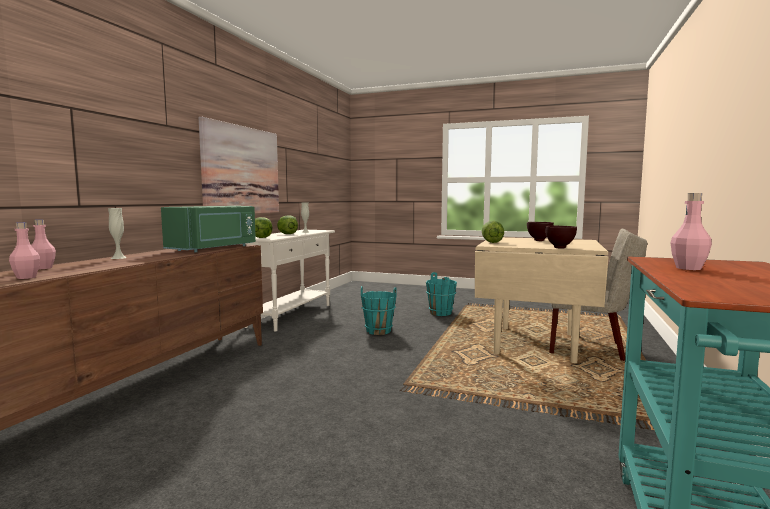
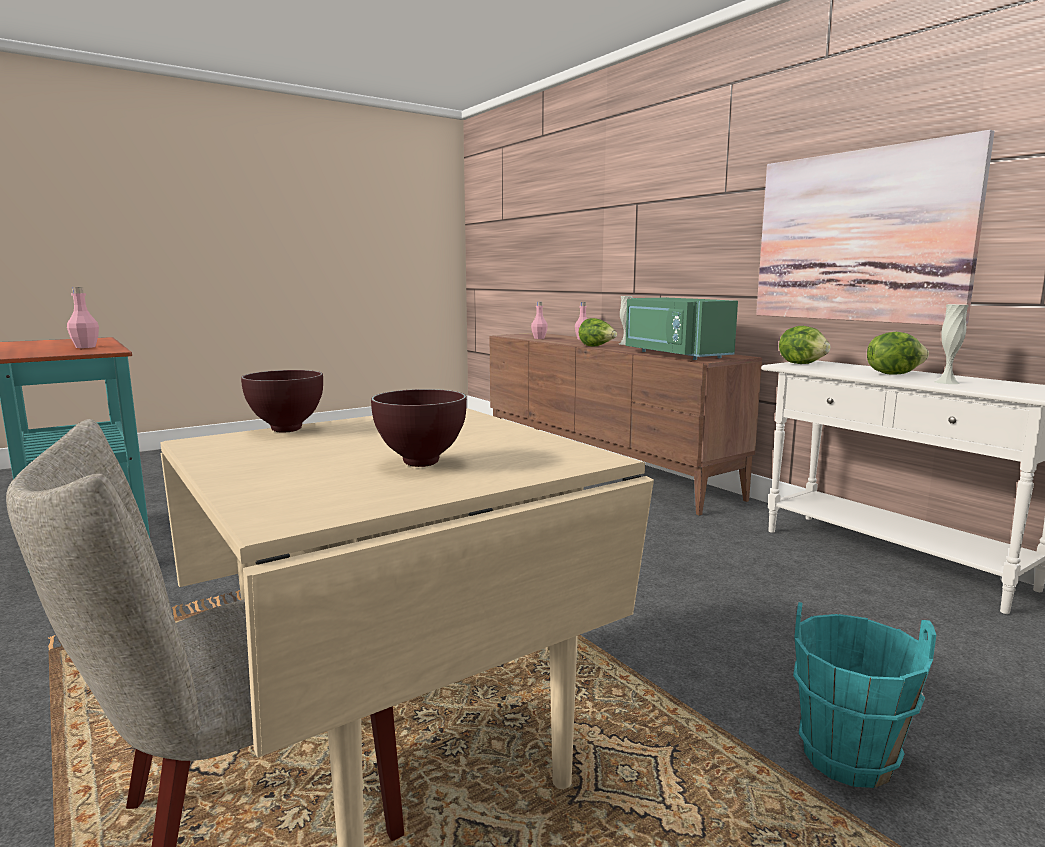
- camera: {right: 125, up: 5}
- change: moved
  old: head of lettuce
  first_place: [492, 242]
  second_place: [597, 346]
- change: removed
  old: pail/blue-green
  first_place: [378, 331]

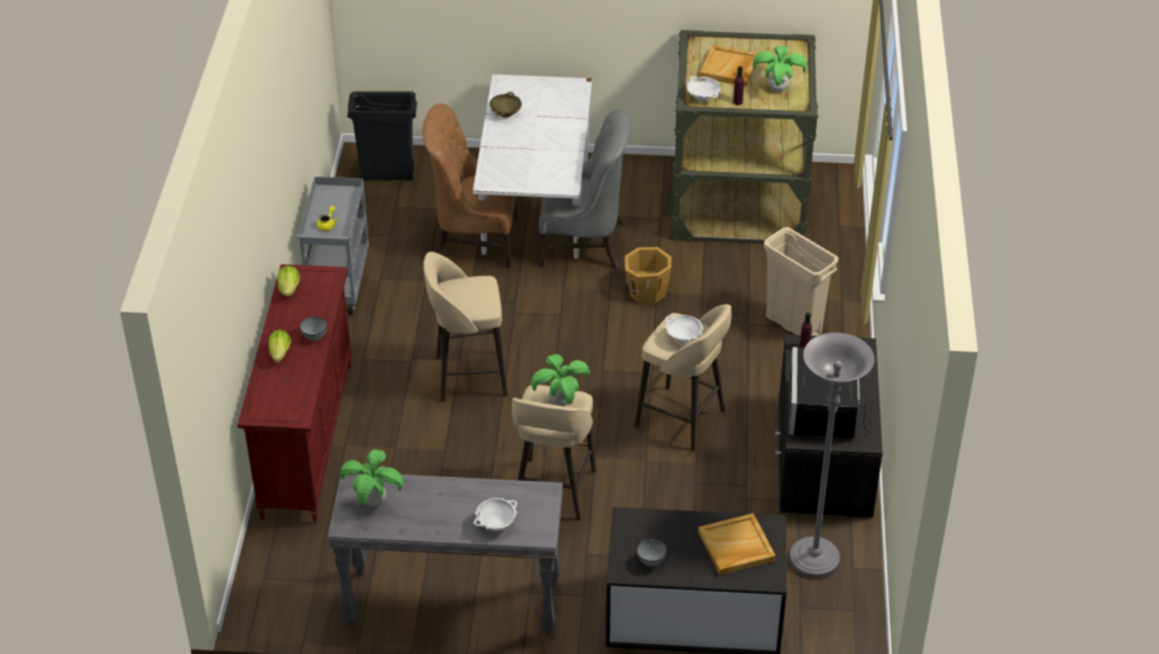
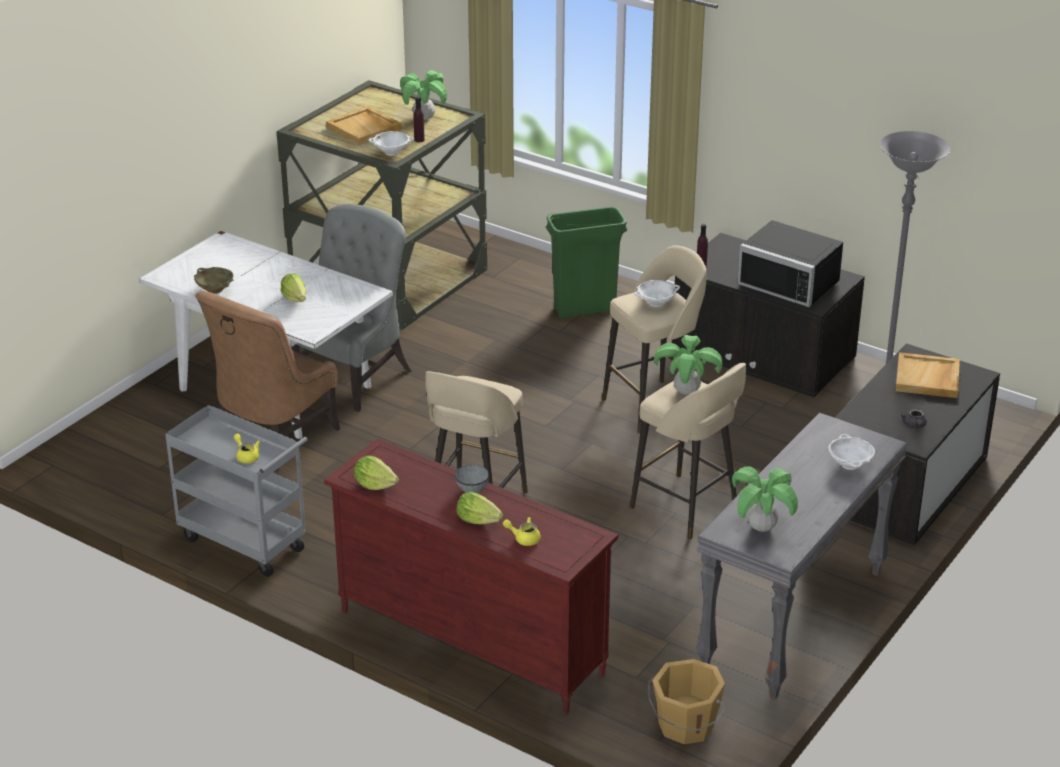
- camera: {right: -60, up: -10}
- change: removed
  old: rubbish bin/blackish
  first_place: [388, 175]
- change: recoloured
  old: rubbish bin/beige-coloured
  new: rubbish bin/green
  first_place: [794, 325]
  second_place: [585, 309]
- change: moved
  old: pail/orangey
  first_place: [646, 291]
  second_place: [685, 726]
- change: replaced
  old: serving bowl/greyish
  new: pot for tea/greyish
  first_place: [651, 561]
  second_place: [914, 426]
- change: added
  new: head of lettuce
  second_place: [295, 298]
- change: added
  new: pot for tea/yellowish
  second_place: [523, 538]

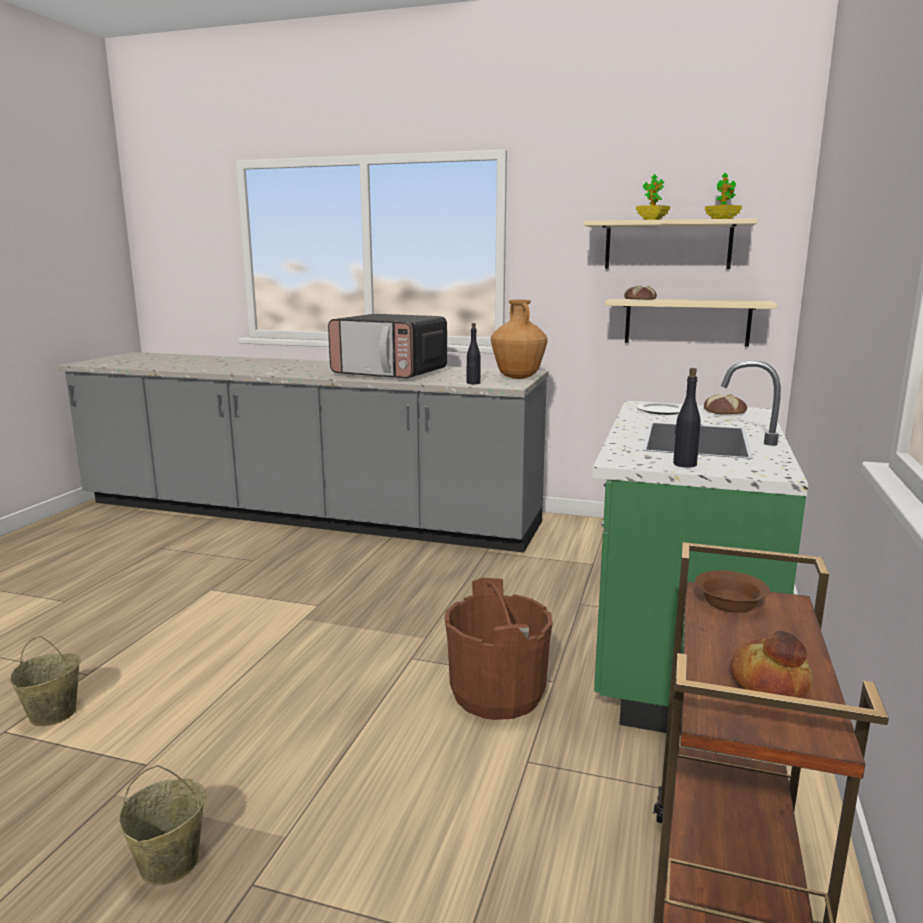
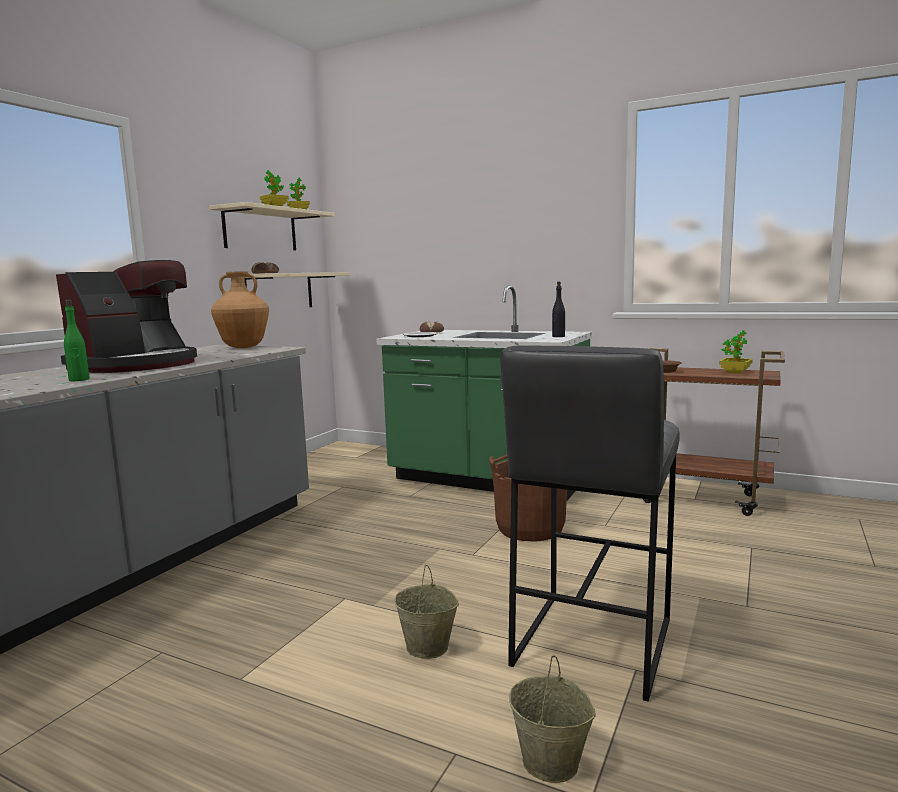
- camera: {right: -80, up: -5}
- change: replaced
  old: microwave
  new: coffee maker
  first_place: [390, 373]
  second_place: [137, 365]
- change: removed
  old: drink bottle/blackish
  first_place: [473, 383]
- change: replaced
  old: baked bread
  new: potted plant
  first_place: [770, 683]
  second_place: [735, 372]
- change: moved
  old: pail/beige-coloured
  first_place: [168, 864]
  second_place: [428, 647]
- change: added
  new: drink bottle/green
  second_place: [79, 380]
- change: added
  new: sitting stool/greyish
  second_place: [592, 643]

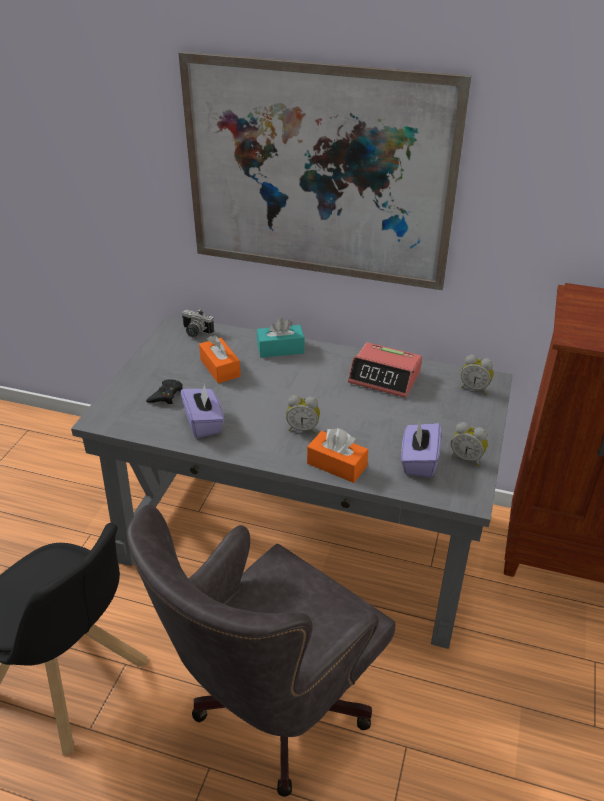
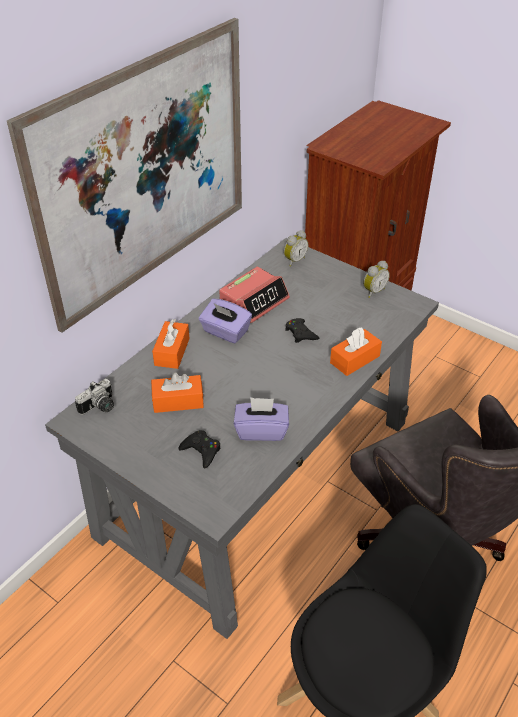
- camera: {right: -70, up: 5}
- change: recoloured
  old: box of tissues/blue-green
  new: box of tissues/orangey
  first_place: [280, 349]
  second_place: [172, 352]
- change: removed
  old: table clock
  first_place: [303, 428]
- change: moved
  old: box of tissues/purple-coloured
  first_place: [418, 461]
  second_place: [225, 332]
- change: added
  new: joypad/blackish
  second_place: [300, 333]

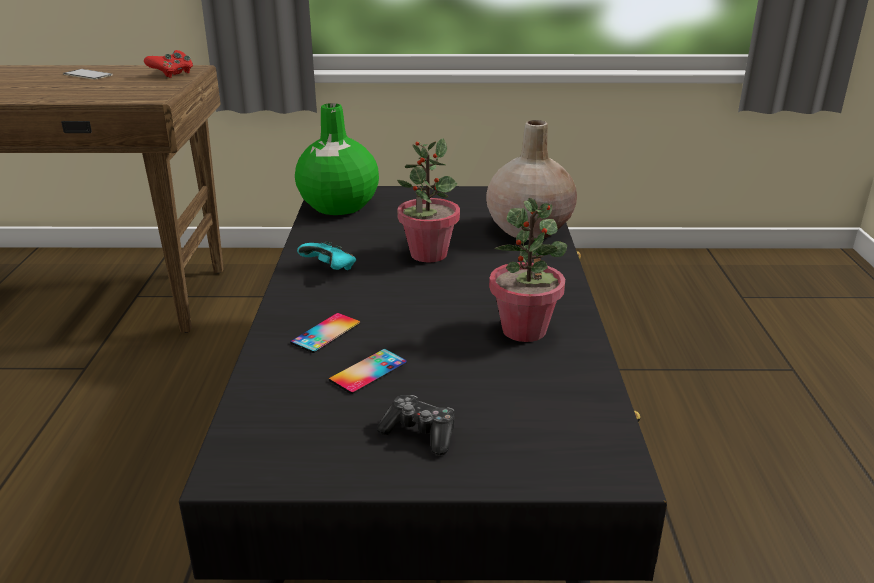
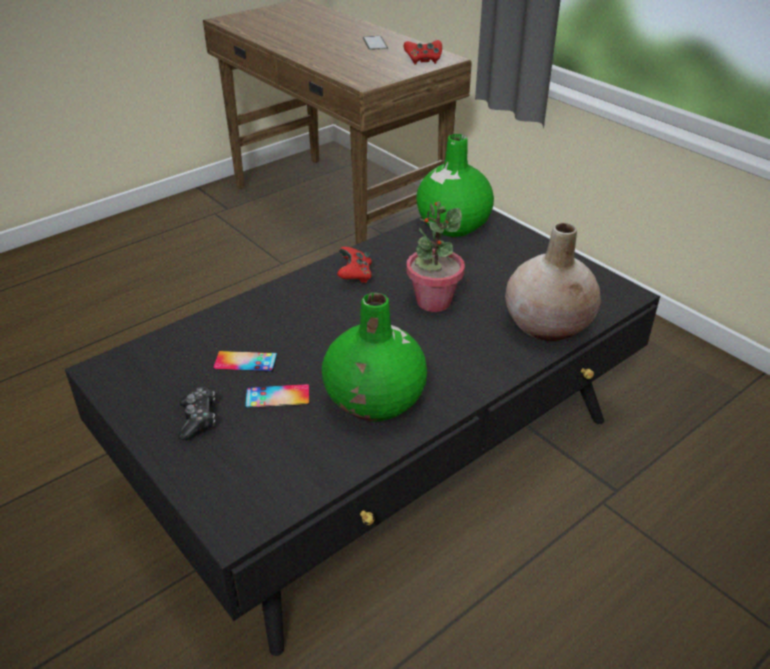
- camera: {right: 50, up: 10}
- change: replaced
  old: potted plant
  new: decorative vase/green
  first_place: [524, 330]
  second_place: [375, 401]
- change: recoloured
  old: joypad/blue-green
  new: joypad/red-coloured
  first_place: [330, 269]
  second_place: [355, 275]
- change: moved
  old: phone
  first_place: [326, 333]
  second_place: [277, 396]

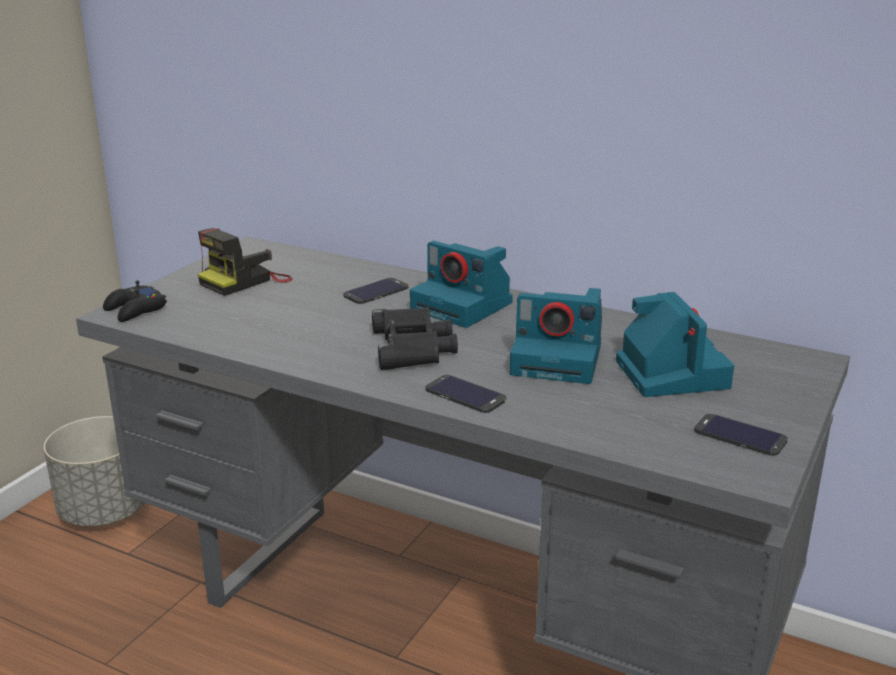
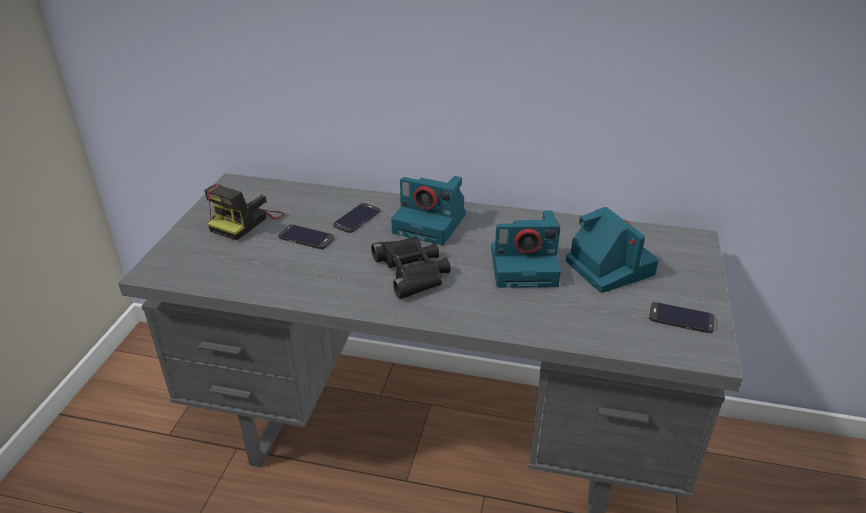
- camera: {right: -15, up: 10}
- change: removed
  old: joypad/blackish
  first_place: [135, 310]
- change: moved
  old: phone
  first_place: [465, 395]
  second_place: [306, 237]
- change: removed
  old: flower pot/greyish
  first_place: [104, 511]

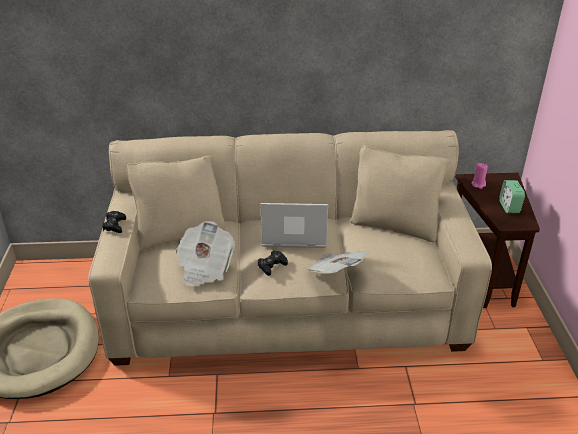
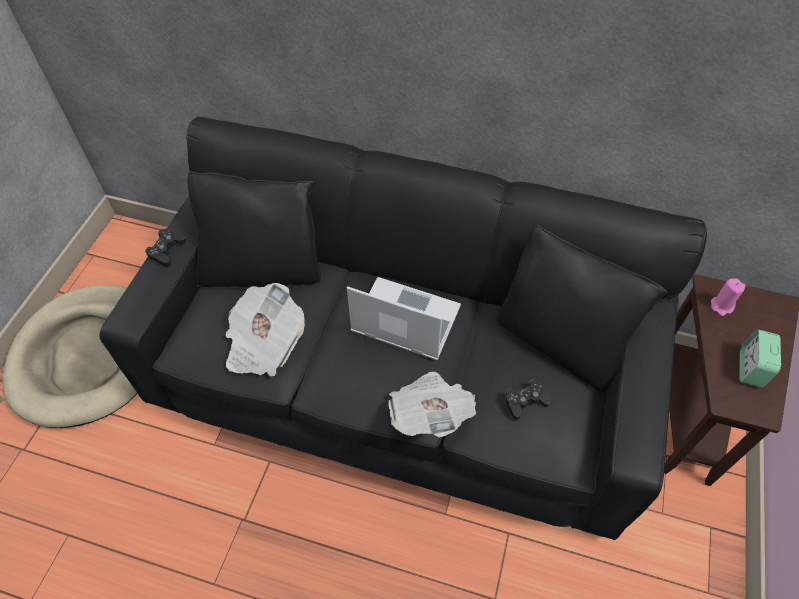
- camera: {right: 20, up: 20}
- change: recoloured
  old: couch/beige-coloured
  new: couch/blackish
  first_place: [288, 305]
  second_place: [399, 381]
- change: moved
  old: joypad/blackish
  first_place: [272, 266]
  second_place: [525, 401]

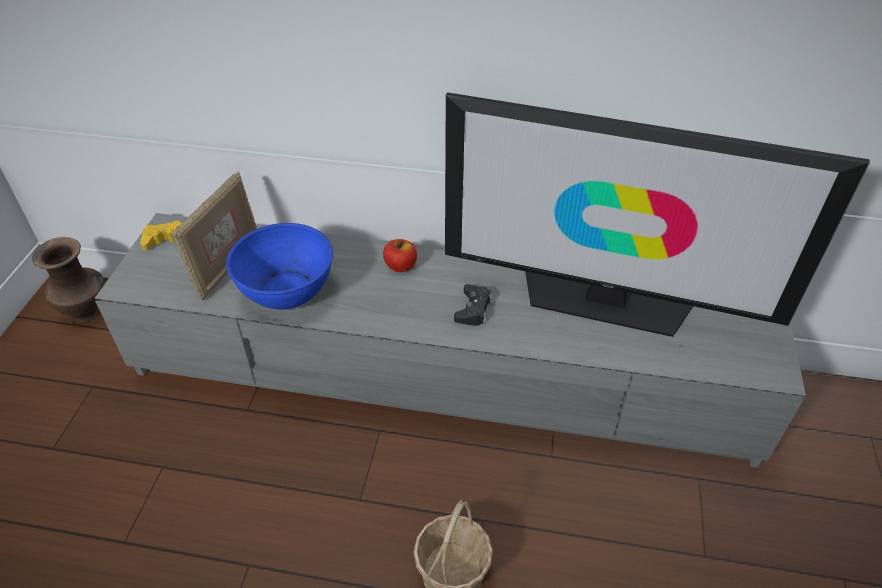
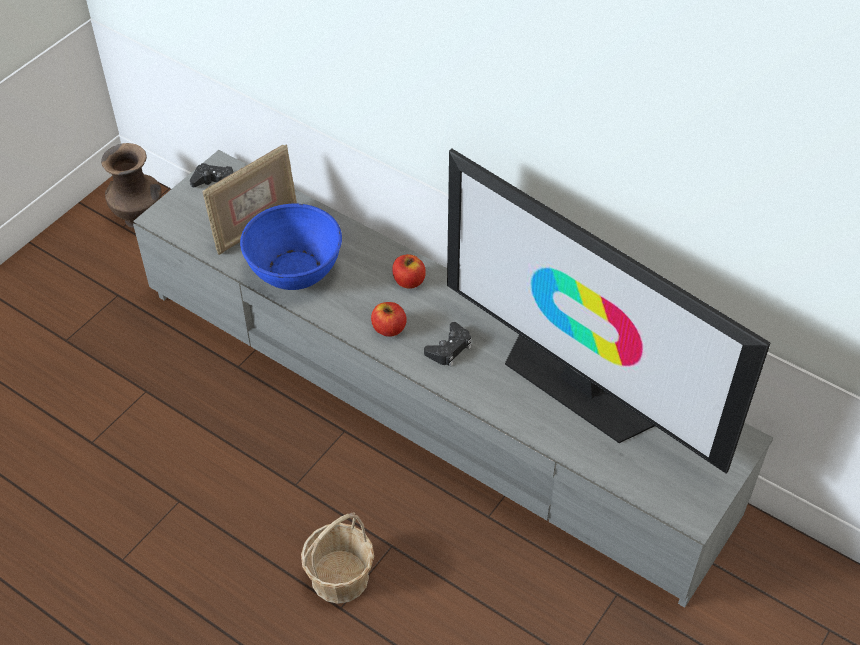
- camera: {right: 25, up: 5}
- change: recoloured
  old: joypad/yellowish
  new: joypad/blackish
  first_place: [166, 240]
  second_place: [214, 182]
- change: added
  new: apple fruit
  second_place: [389, 328]

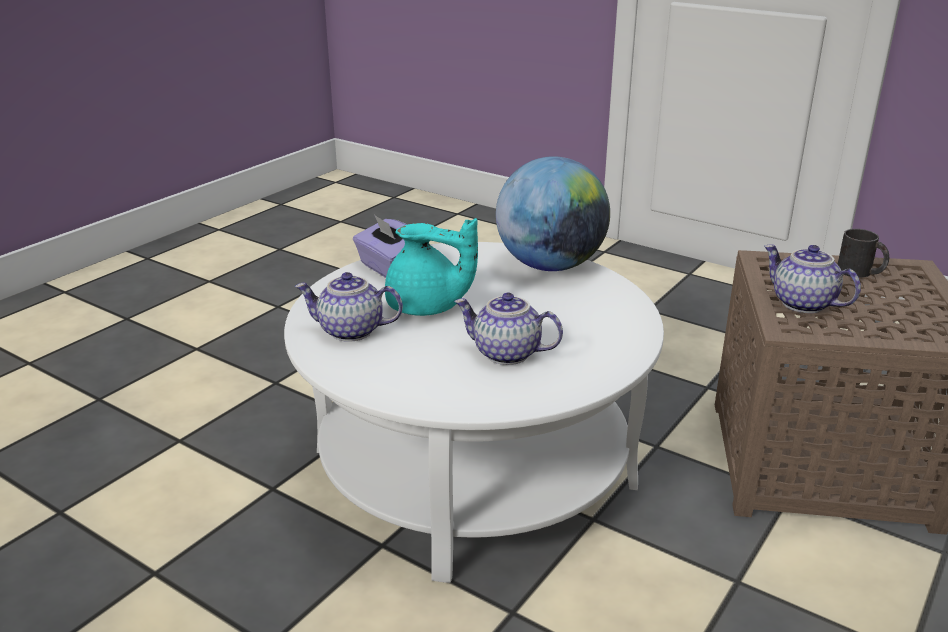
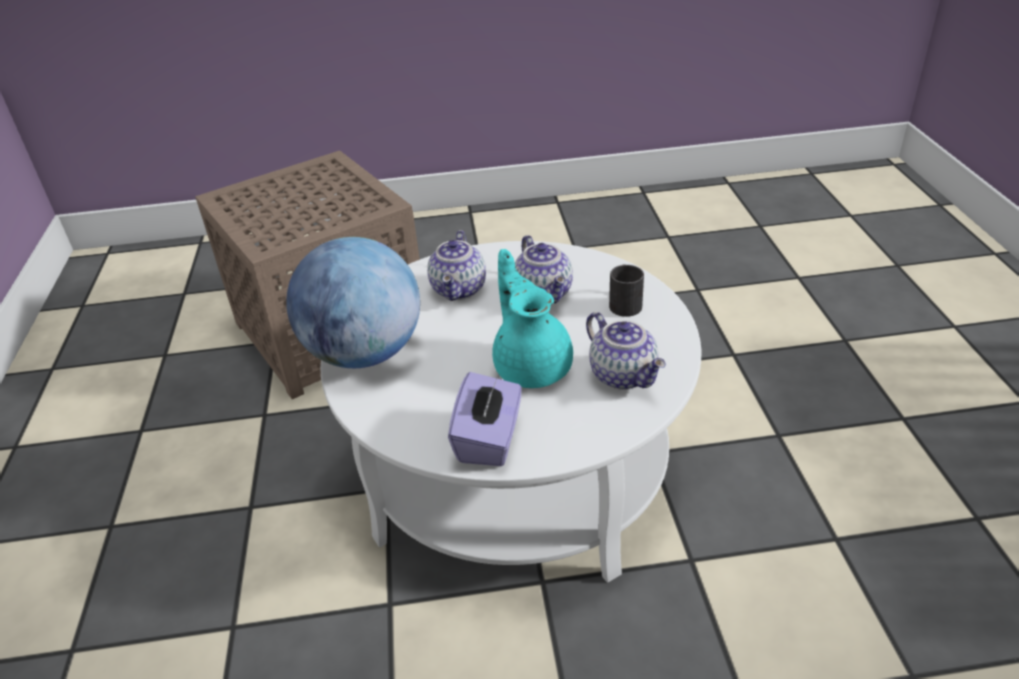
- camera: {right: -130, up: 10}
- change: moved
  old: mug/blackish
  first_place: [860, 272]
  second_place: [624, 302]
- change: moved
  old: pot for tea
  first_place: [801, 304]
  second_place: [460, 290]

